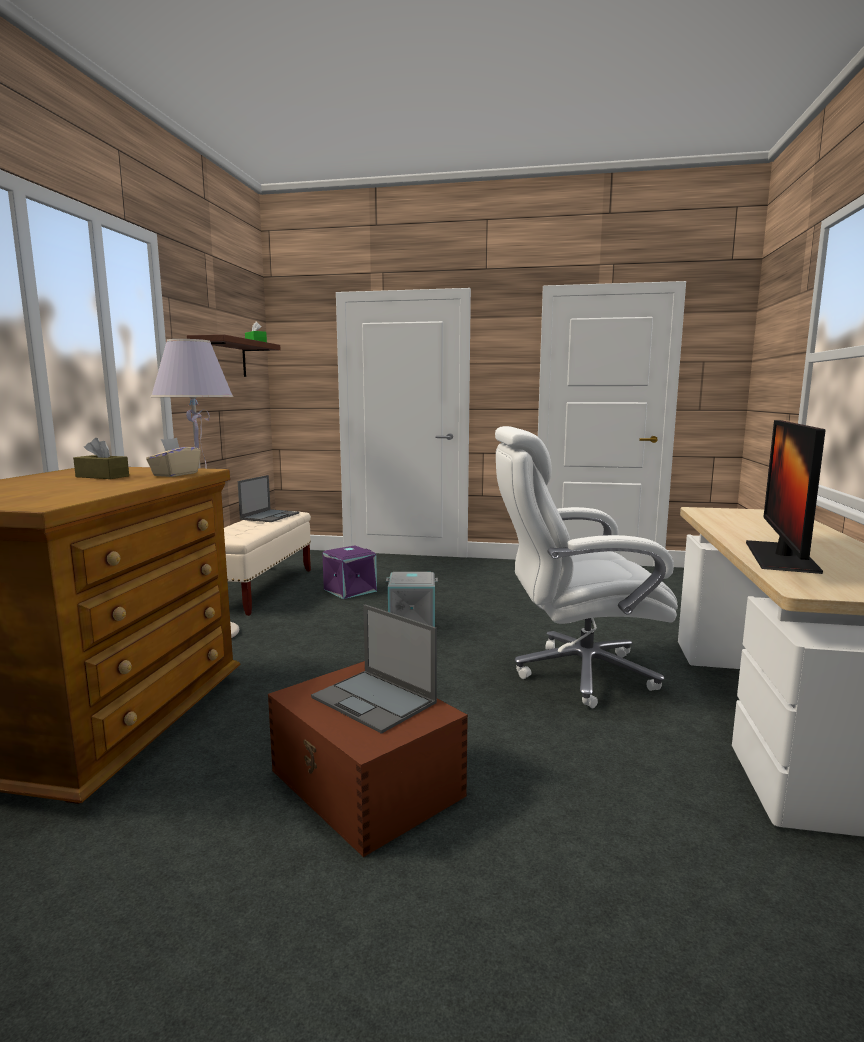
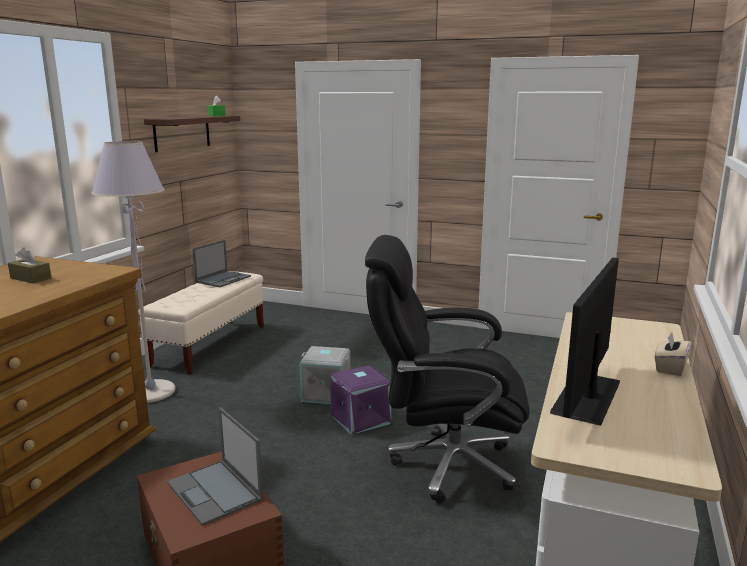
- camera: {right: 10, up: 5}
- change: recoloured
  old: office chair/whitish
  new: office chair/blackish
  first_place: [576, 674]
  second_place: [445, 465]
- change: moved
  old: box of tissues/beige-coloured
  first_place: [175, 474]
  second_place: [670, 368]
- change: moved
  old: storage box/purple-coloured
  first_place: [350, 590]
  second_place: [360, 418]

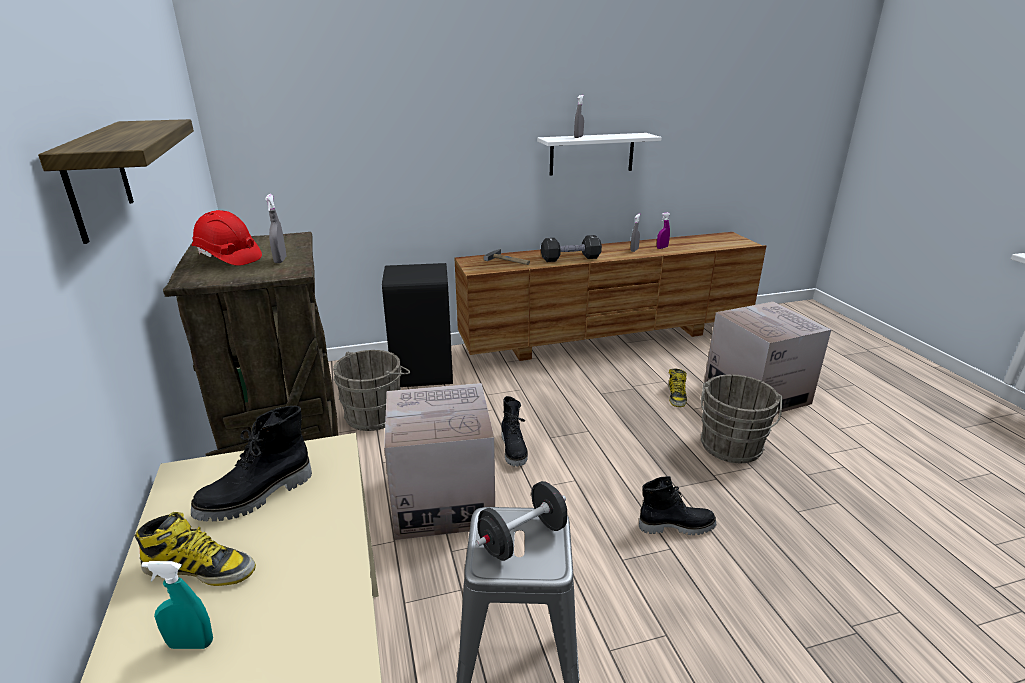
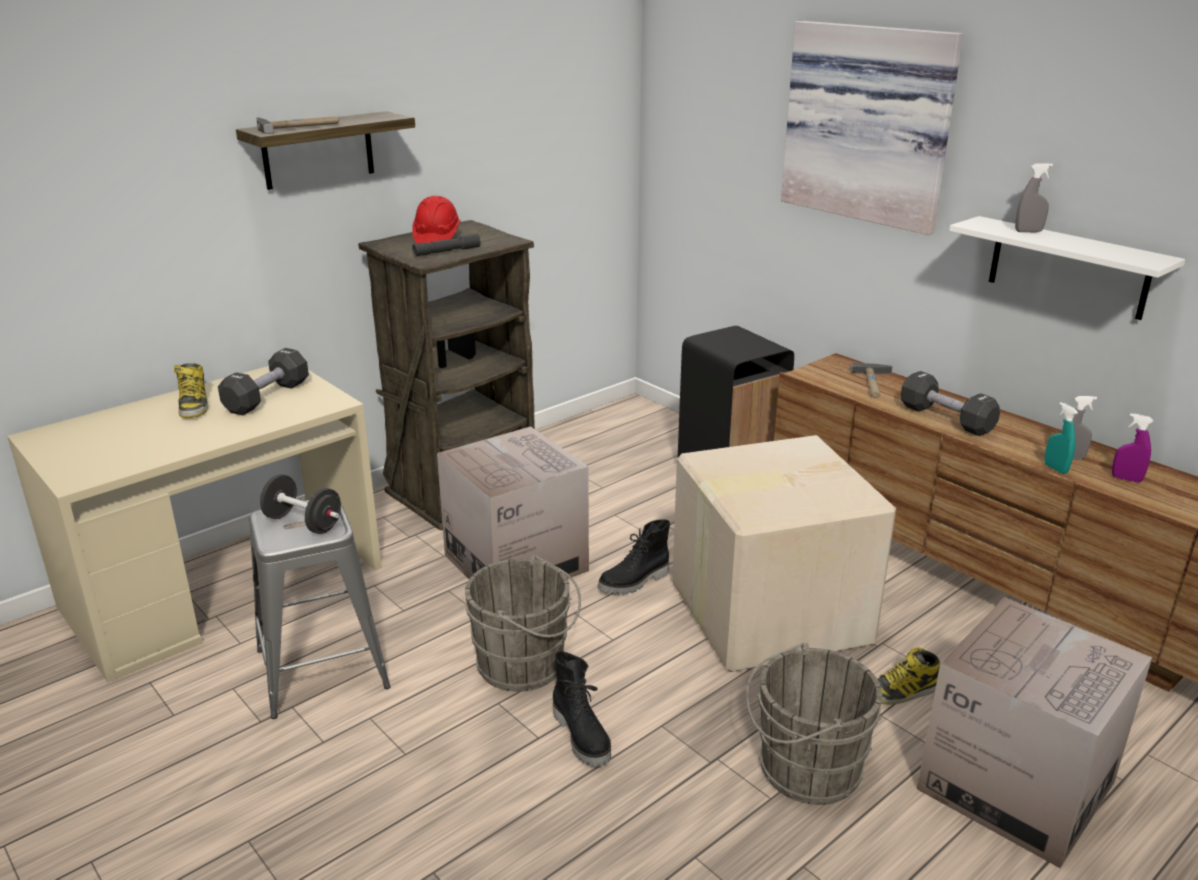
- camera: {right: 65, up: 0}
- change: replaced
  old: sprayer/greyish
  new: hand torch/greyish
  first_place: [280, 260]
  second_place: [447, 252]
- change: moved
  old: pail/greyish
  first_place: [376, 414]
  second_place: [526, 665]
- change: replaced
  old: boot/blackish
  new: free weight/blackish
  first_place: [257, 497]
  second_place: [267, 397]
- change: moved
  old: sprayer/blue-green
  first_place: [191, 644]
  second_place: [1055, 469]
- change: added
  new: picture
  second_place: [869, 124]
- change: added
  new: tool hammer
  second_place: [298, 127]
- change: added
  new: packing box
  second_place: [766, 612]

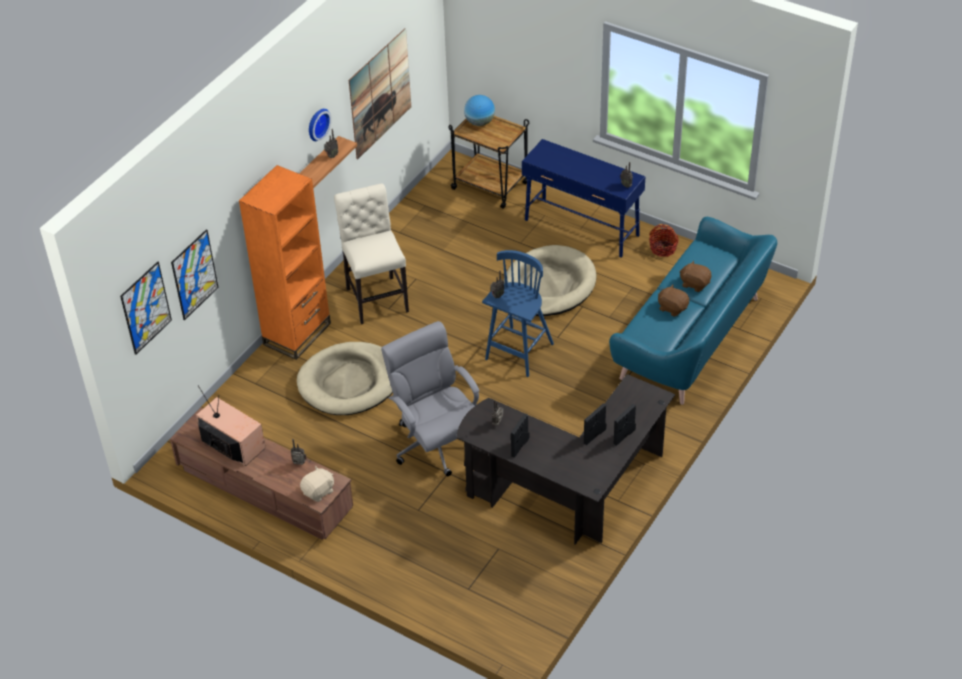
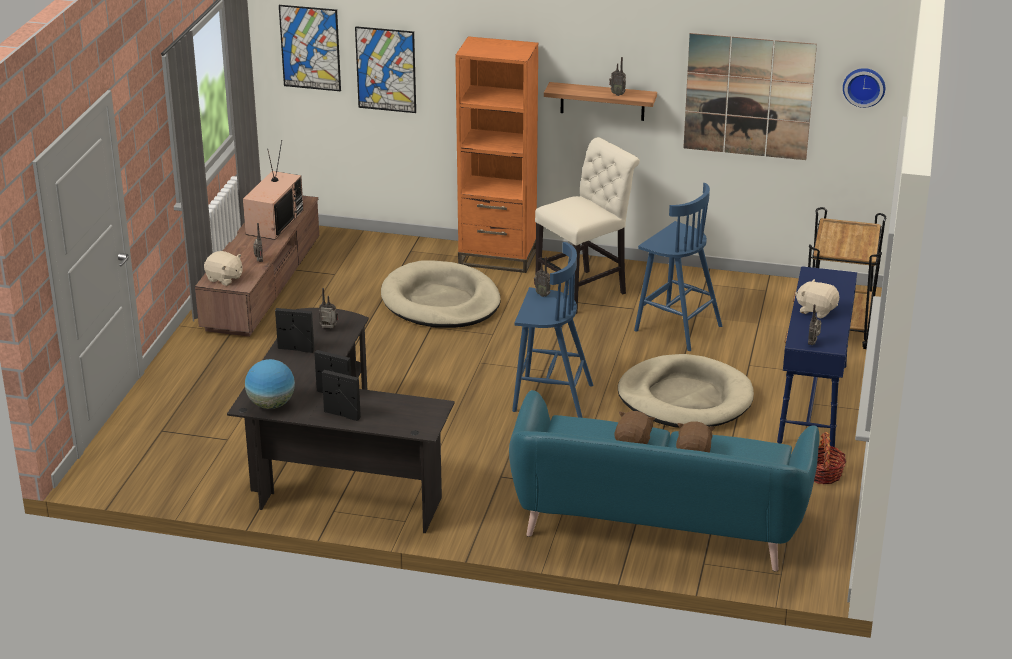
- camera: {right: 70, up: -15}
- change: moved
  old: desk globe
  first_place: [479, 122]
  second_place: [271, 405]
- change: moved
  old: clock on the wall
  first_place: [317, 123]
  second_place: [864, 86]
- change: removed
  old: office chair/greyish
  first_place: [435, 444]
- change: added
  new: sitting stool/blue
  second_place: [675, 327]
- change: added
  new: soft toy/beige-coloured
  second_place: [816, 310]

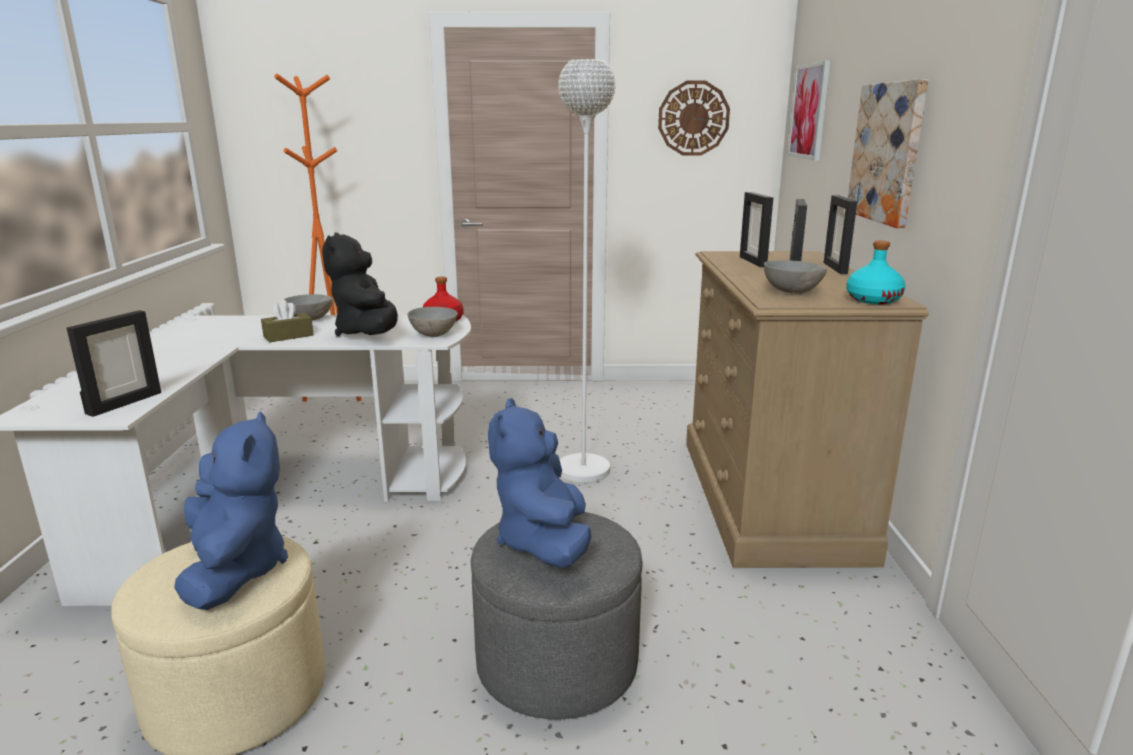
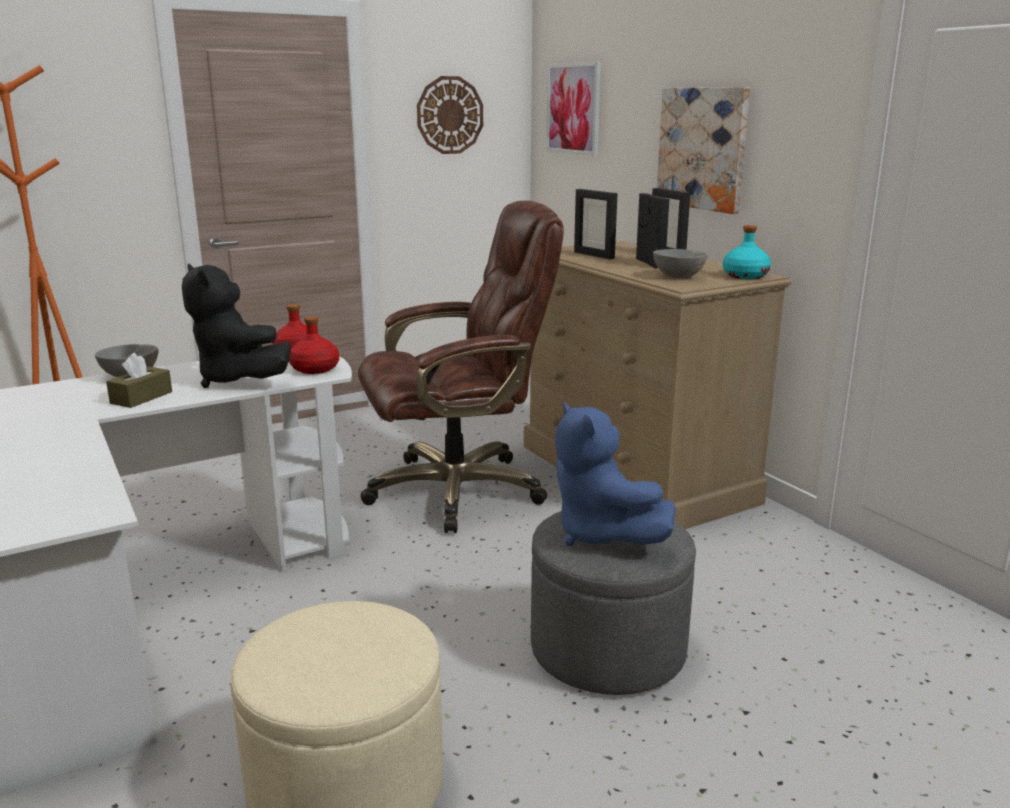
- camera: {right: -30, up: 0}
- change: replaced
  old: standing lamp/whitish
  new: office chair/brown-coloured
  first_place: [583, 470]
  second_place: [455, 490]
- change: replaced
  old: serving bowl/greyish
  new: drink bottle/red-coloured
  first_place: [434, 334]
  second_place: [315, 368]
- change: removed
  old: photo frame
  first_place: [124, 403]
- change: removed
  old: soft toy/blue
  first_place: [235, 570]

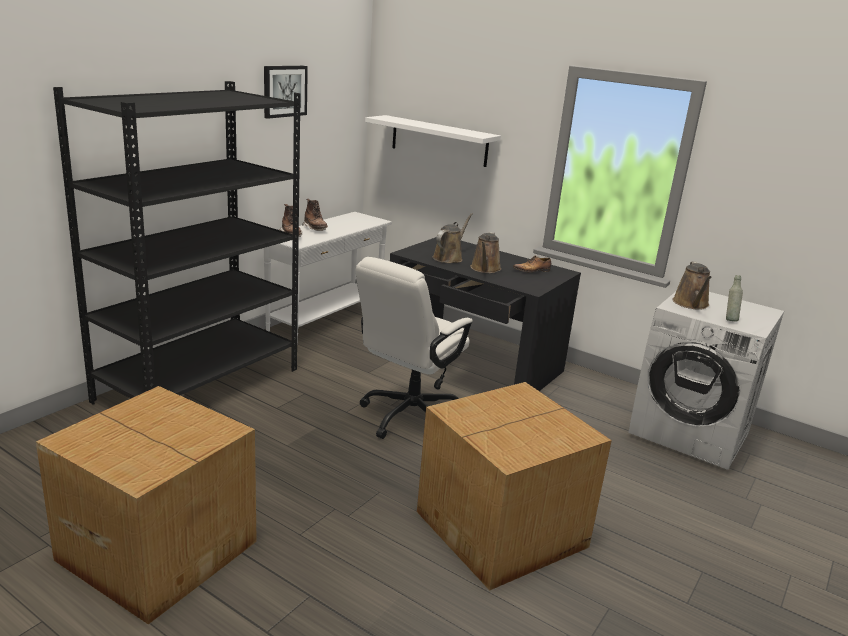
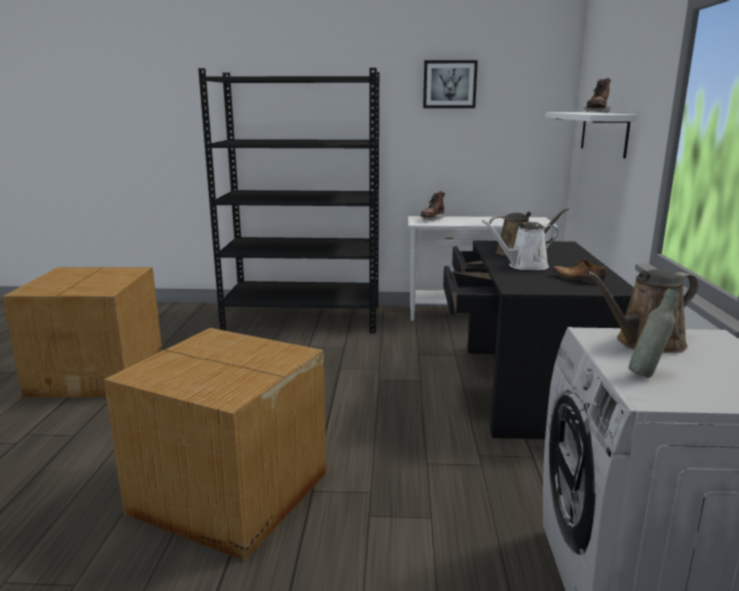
- camera: {right: 60, up: -5}
- change: moved
  old: boot/brown-coloured
  first_place: [315, 229]
  second_place: [596, 113]
- change: recoloured
  old: sprinkling can/brown-coloured
  new: sprinkling can/whitish
  first_place: [485, 269]
  second_place: [524, 266]
- change: removed
  old: office chair/whitish
  first_place: [408, 419]

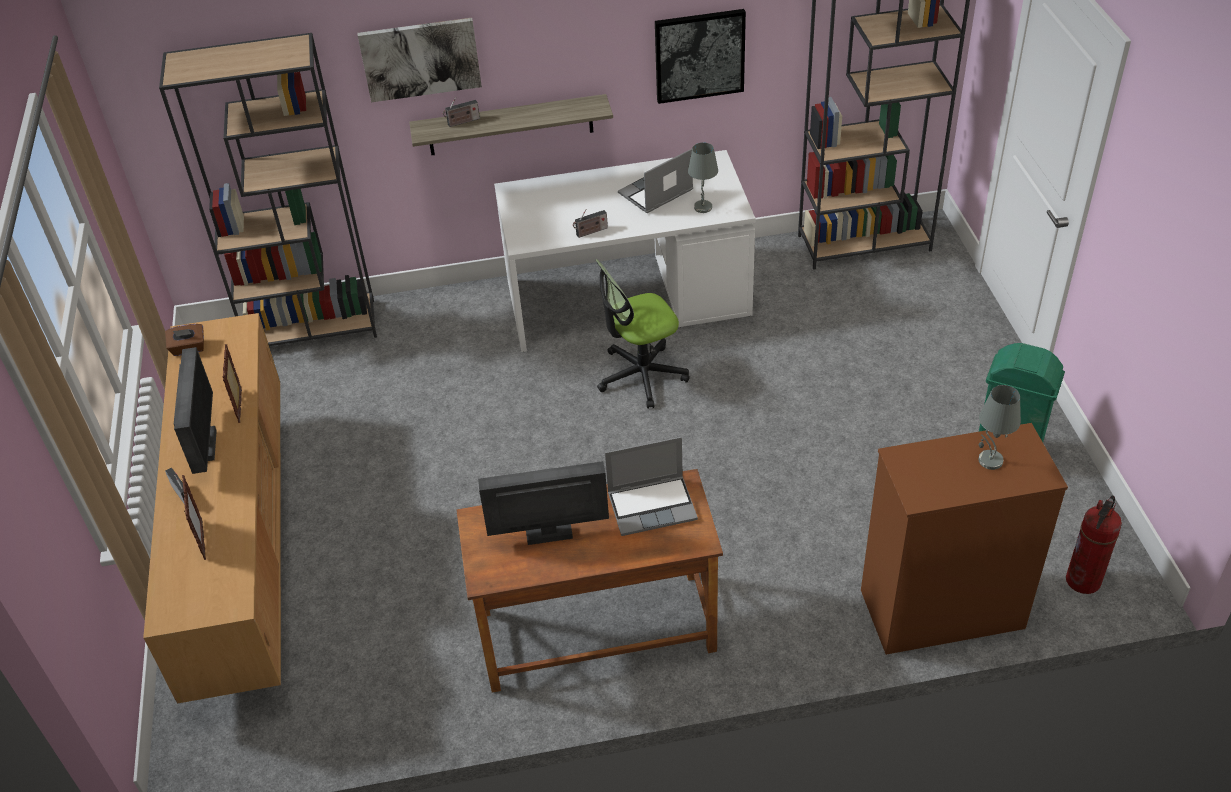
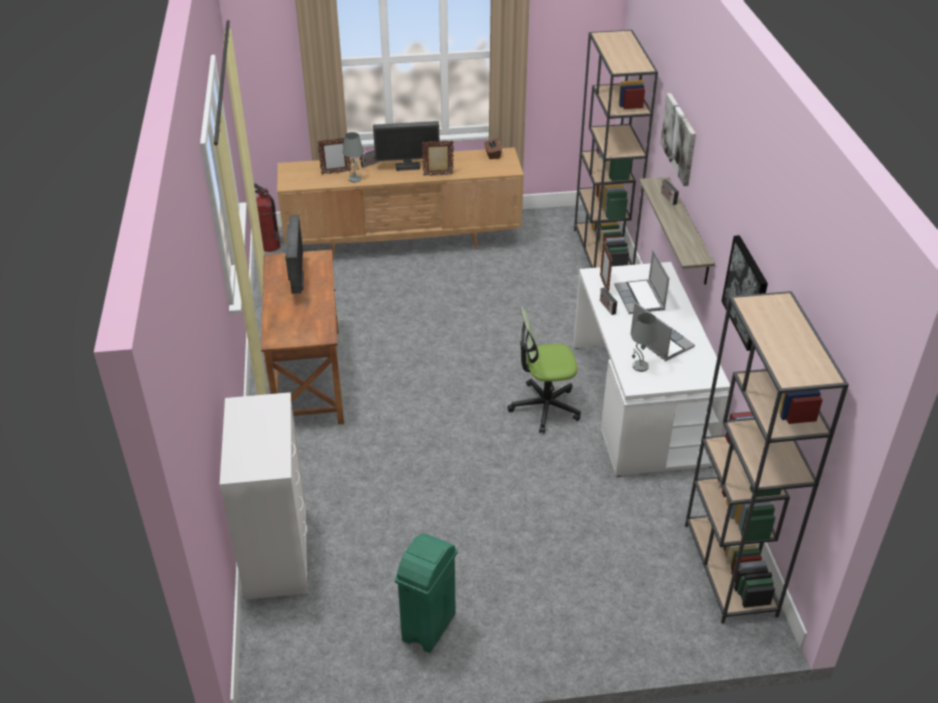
- camera: {right: 90, up: -5}
- change: turned
  old: office chair
  first_place: [641, 375]
  second_place: [544, 407]
  degrees: -75
- change: moved
  old: lamp for a table/greyish
  first_place: [989, 460]
  second_place: [355, 179]
- change: recoloured
  old: chest of drawers/brown-coloured
  new: chest of drawers/whitish
  first_place: [940, 609]
  second_place: [276, 551]
- change: moved
  old: notebook computer
  first_place: [653, 505]
  second_place: [640, 298]
- change: moved
  old: fire-fighting cylinder
  first_place: [1083, 580]
  second_place: [270, 246]
- change: added
  new: photo frame
  second_place: [604, 285]

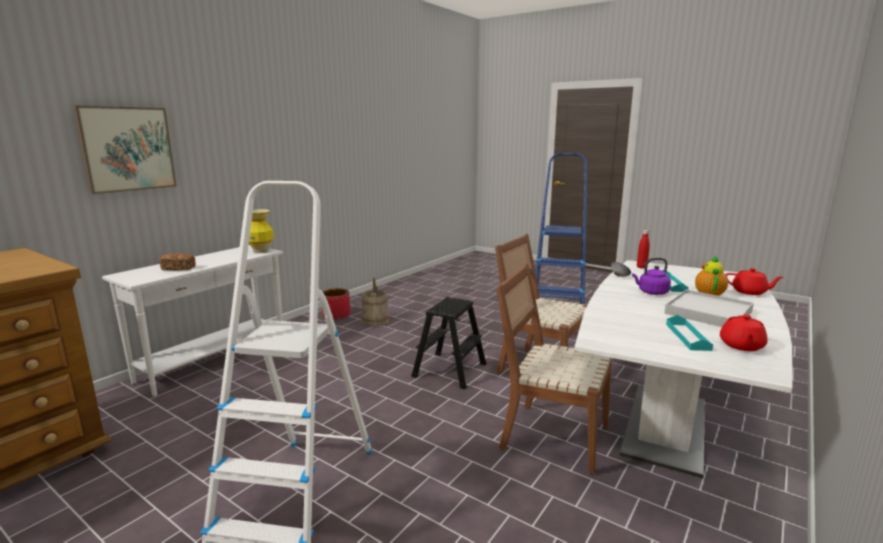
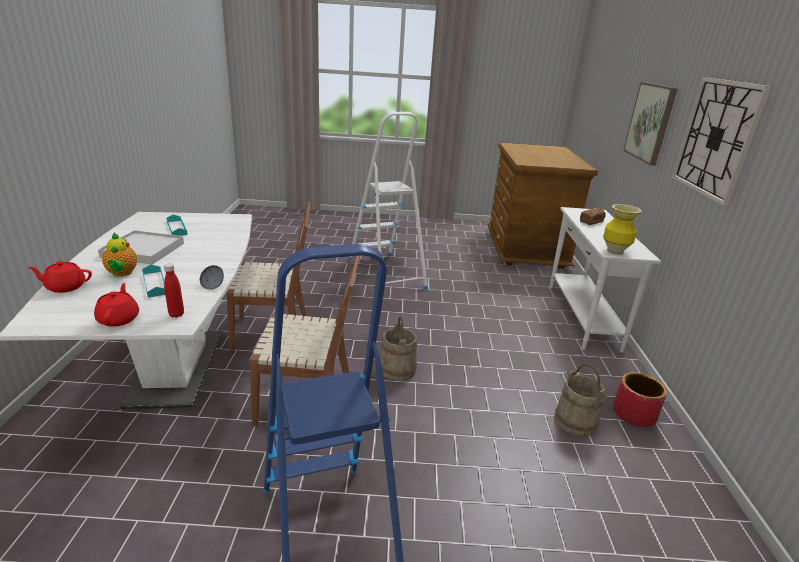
- camera: {right: 145, up: 10}
- change: removed
  old: kettle/purple-coloured
  first_place: [651, 292]
- change: replaced
  old: stepladder/blackish
  new: pail/beige-coloured
  first_place: [450, 370]
  second_place: [397, 369]
- change: moved
  old: pot for tea/red-coloured
  first_place: [741, 346]
  second_place: [119, 319]
- change: added
  new: clock on the wall
  second_place: [717, 138]

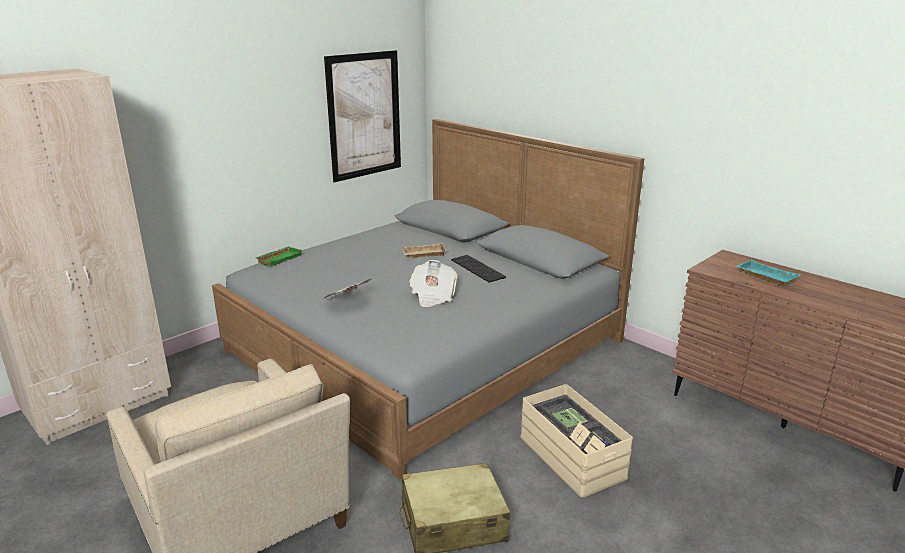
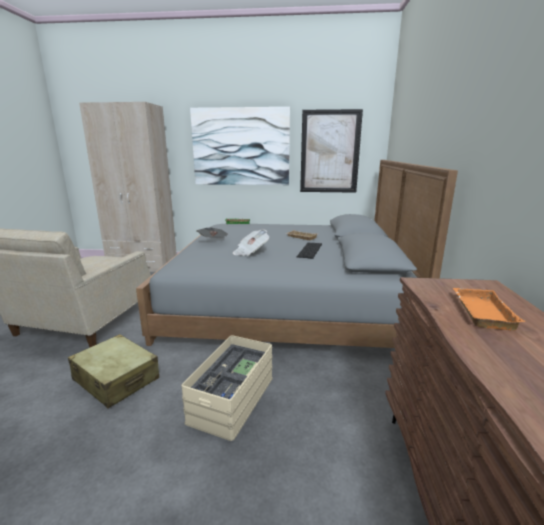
- camera: {right: 50, up: -5}
- change: recoloured
  old: tray/blue-green
  new: tray/orangey
  first_place: [765, 277]
  second_place: [479, 311]
- change: added
  new: picture
  second_place: [241, 147]

